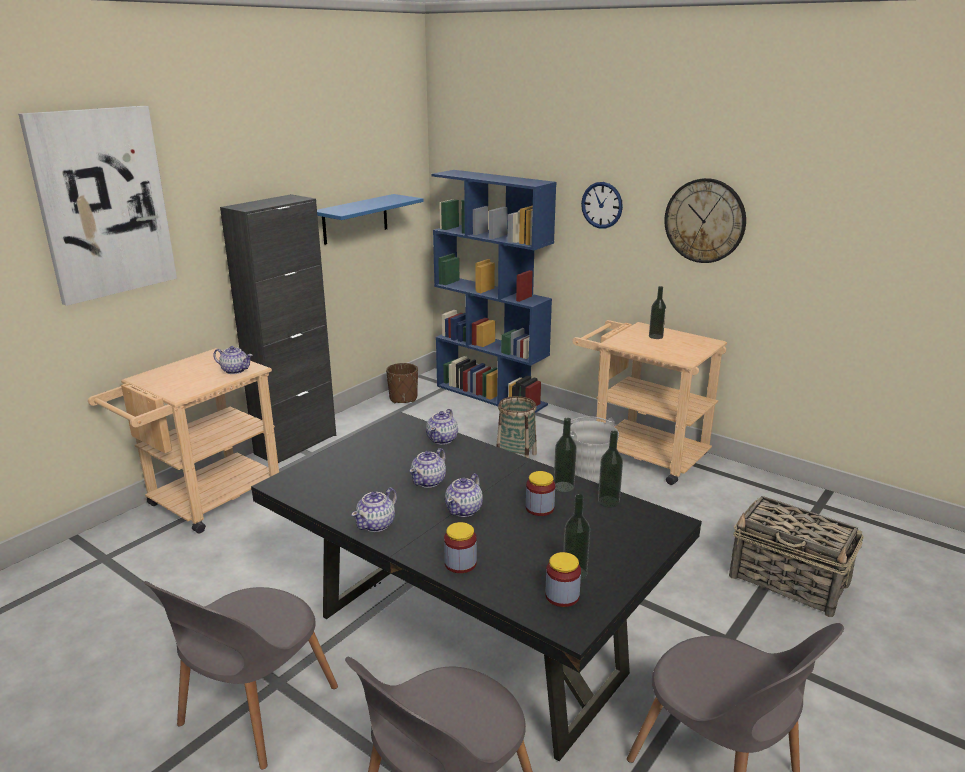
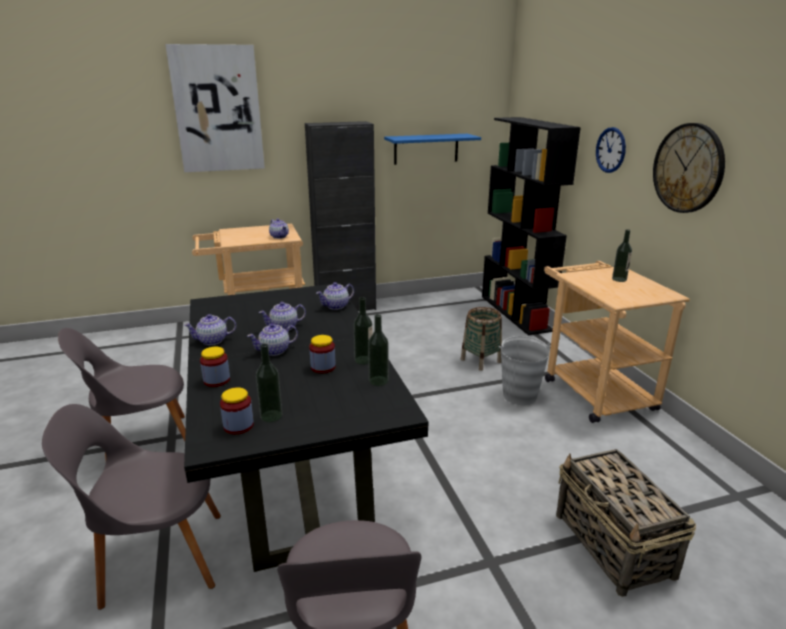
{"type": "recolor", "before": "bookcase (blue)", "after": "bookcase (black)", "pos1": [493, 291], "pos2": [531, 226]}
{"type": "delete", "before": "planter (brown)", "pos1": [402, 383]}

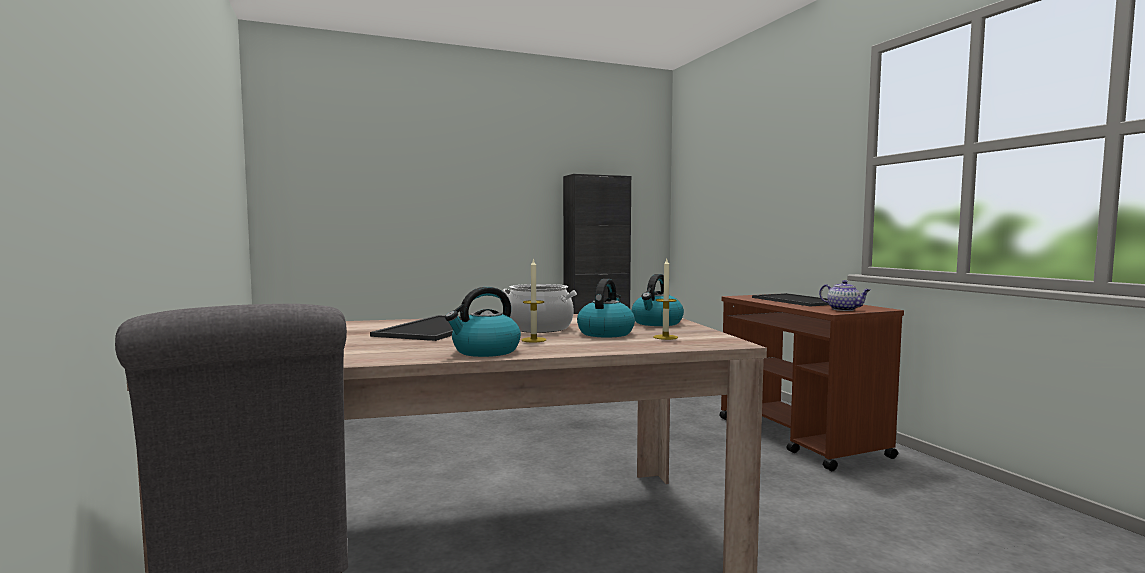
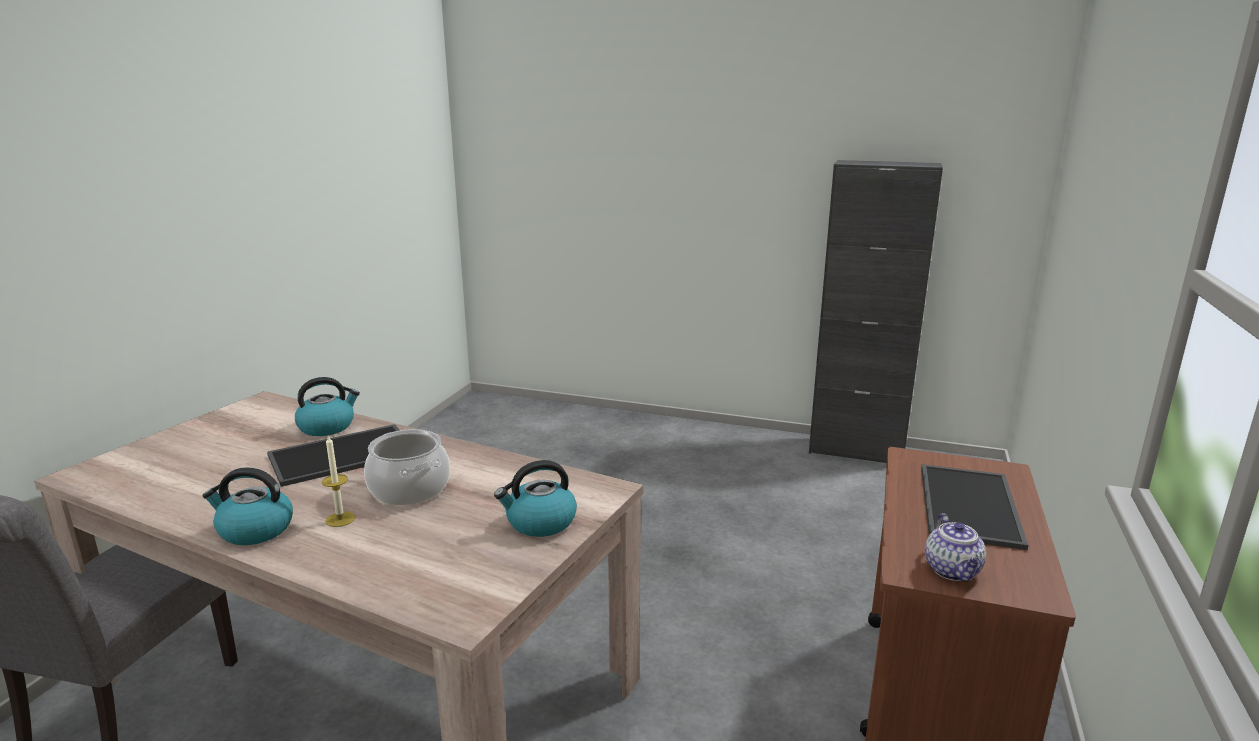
{"type": "delete", "before": "candle", "pos1": [665, 299]}
{"type": "move", "before": "kettle", "pos1": [606, 308], "pos2": [327, 406]}

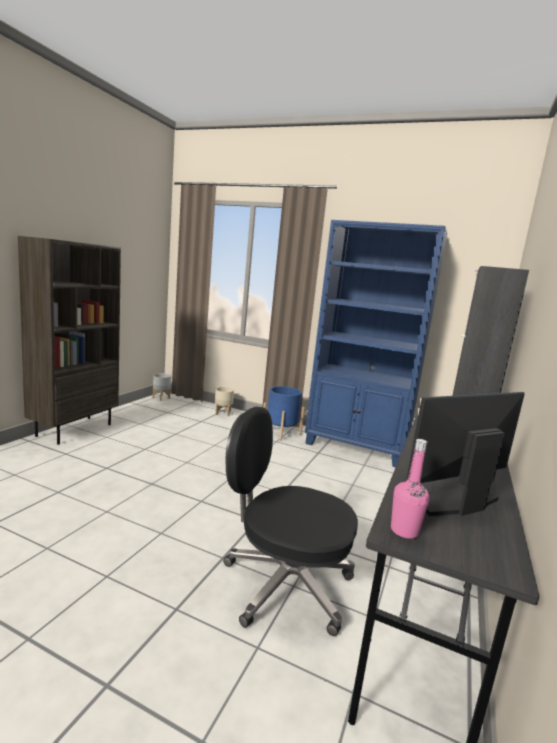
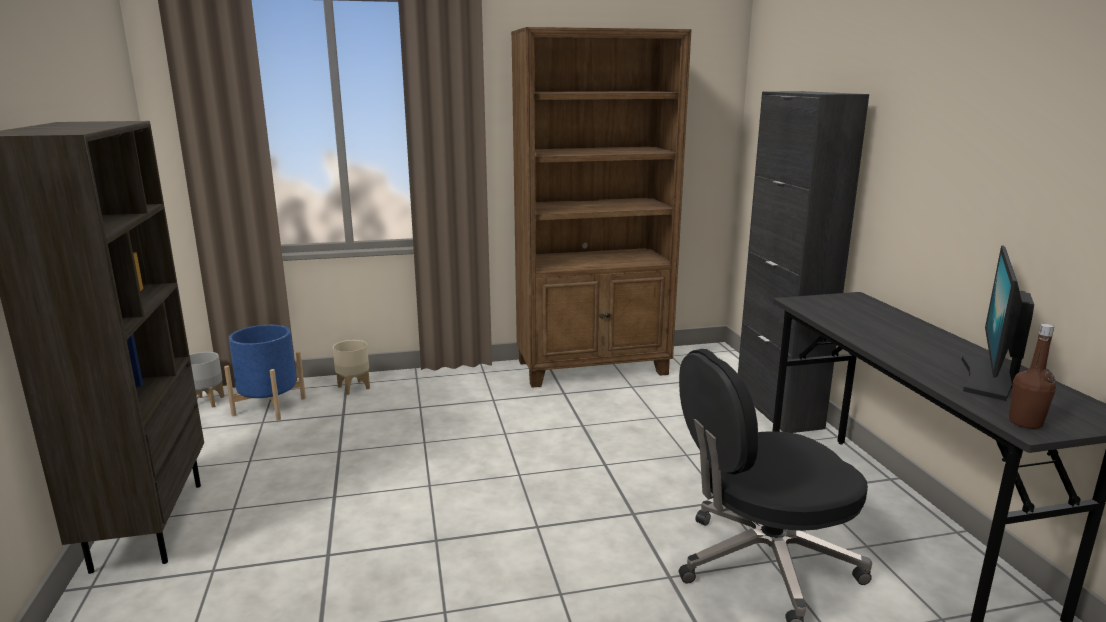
{"type": "recolor", "before": "bookcase (blue)", "after": "bookcase (brown)", "pos1": [376, 343], "pos2": [601, 207]}
{"type": "move", "before": "planter (blue)", "pos1": [284, 413], "pos2": [265, 372]}
{"type": "recolor", "before": "bottle (pink)", "after": "bottle (brown)", "pos1": [410, 489], "pos2": [1032, 376]}

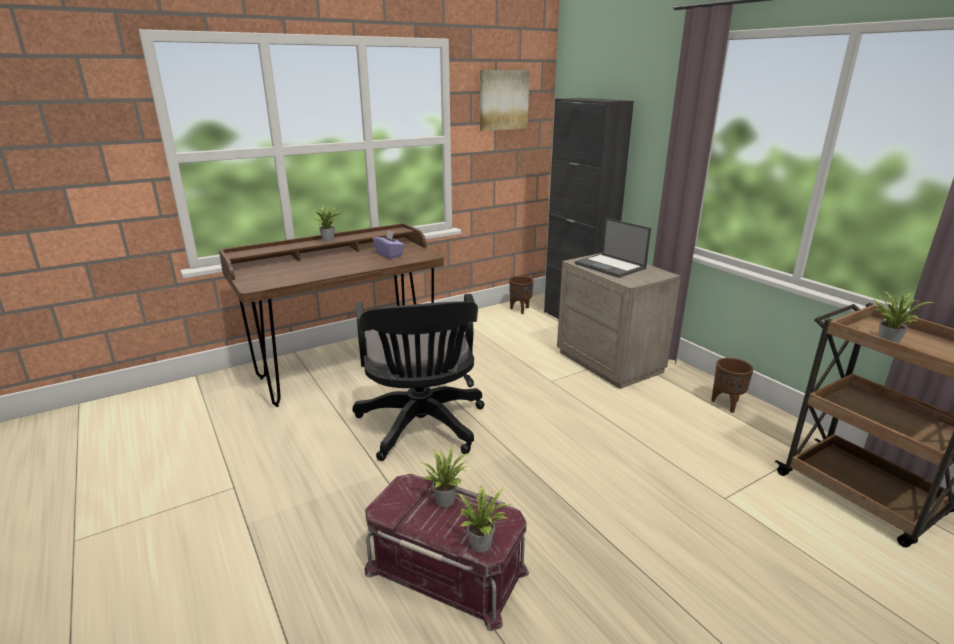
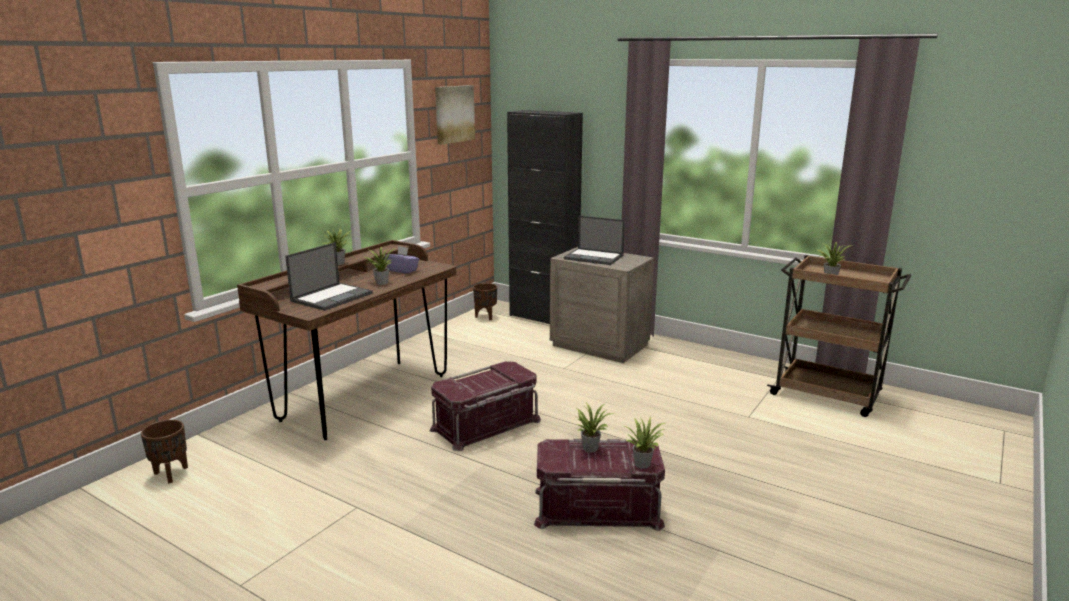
{"type": "replace", "before": "office chair (black)", "after": "storage box (red)", "pos1": [418, 377], "pos2": [485, 406]}
{"type": "move", "before": "planter (brown)", "pos1": [732, 385], "pos2": [164, 451]}
{"type": "insert", "after": "laptop", "pos2": [329, 276]}
{"type": "insert", "after": "potted plant", "pos2": [379, 265]}

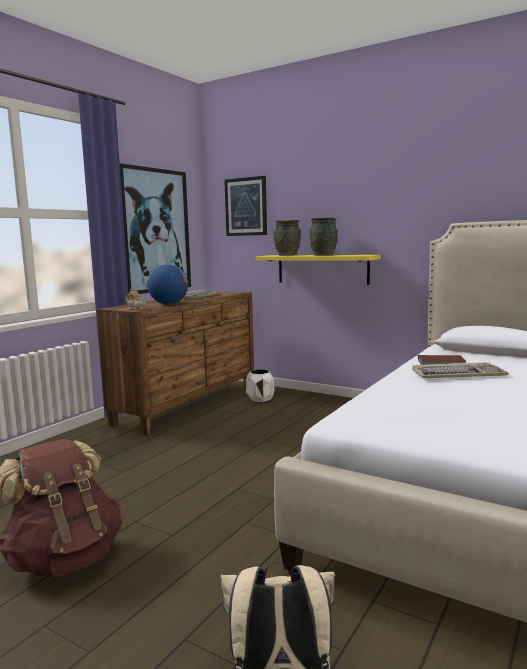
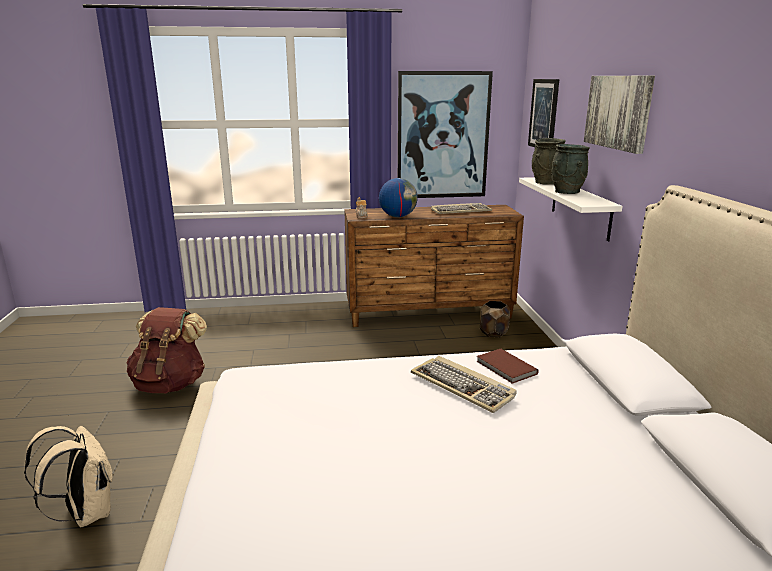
{"type": "recolor", "before": "shelf (yellow)", "after": "shelf (white)", "pos1": [318, 270], "pos2": [570, 209]}
{"type": "recolor", "before": "planter (white)", "after": "planter (brown)", "pos1": [260, 385], "pos2": [495, 319]}
{"type": "insert", "after": "picture", "pos2": [619, 115]}

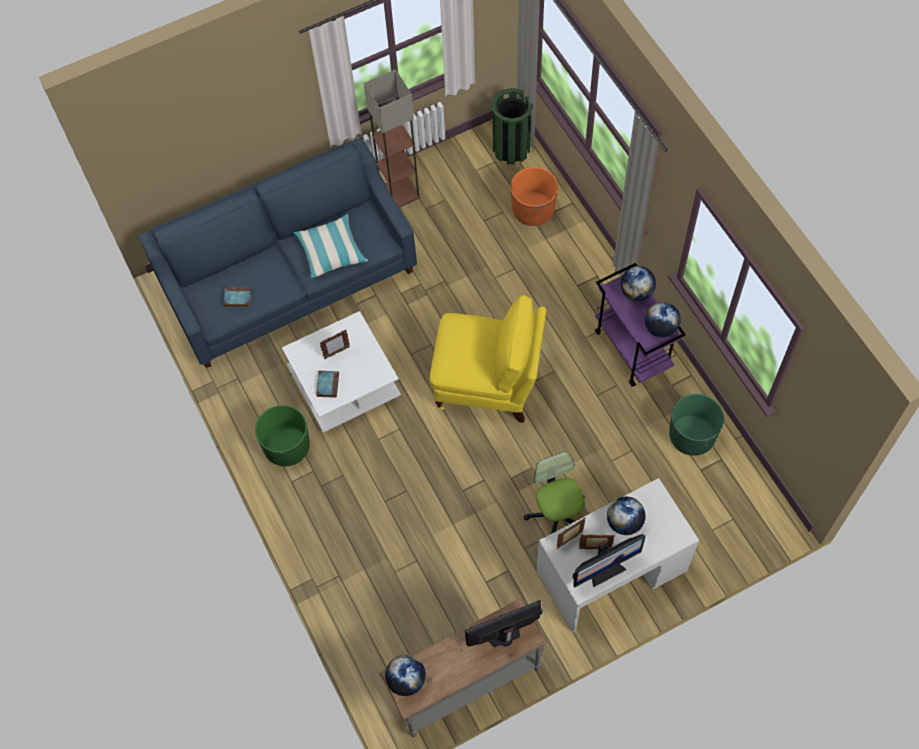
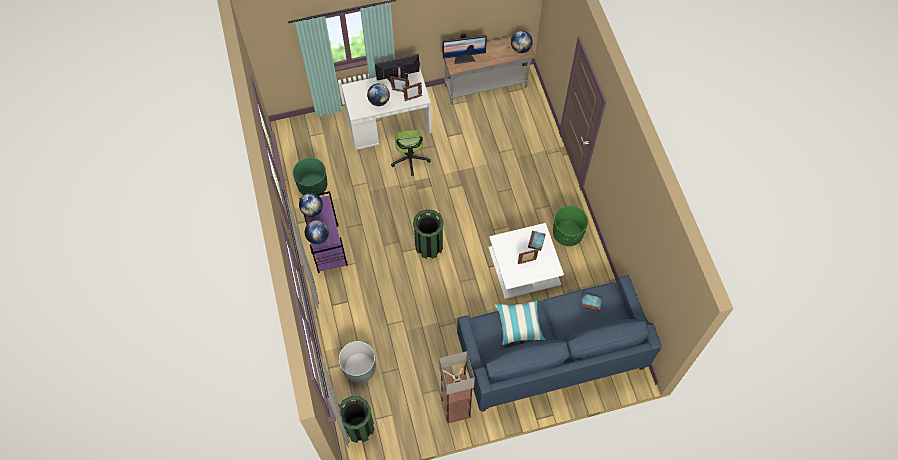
{"type": "recolor", "before": "planter (orange)", "after": "planter (grey)", "pos1": [534, 196], "pos2": [357, 362]}
{"type": "replace", "before": "chair (yellow)", "after": "trash can (green)", "pos1": [488, 359], "pos2": [428, 234]}

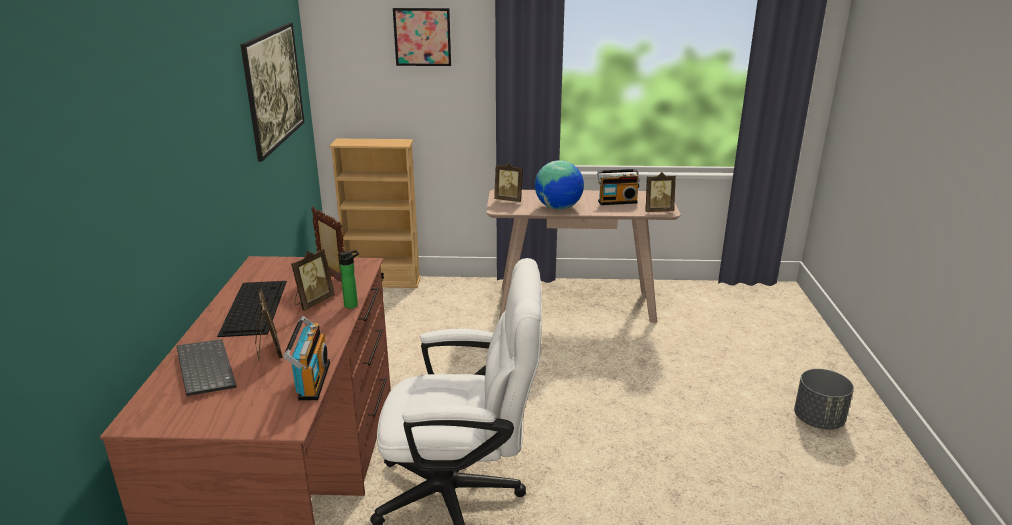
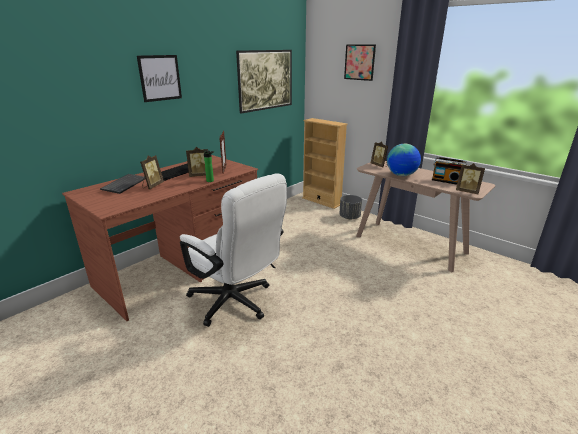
{"type": "delete", "before": "radio", "pos1": [306, 358]}
{"type": "move", "before": "planter (grey)", "pos1": [824, 399], "pos2": [350, 207]}
{"type": "insert", "after": "picture", "pos2": [159, 78]}

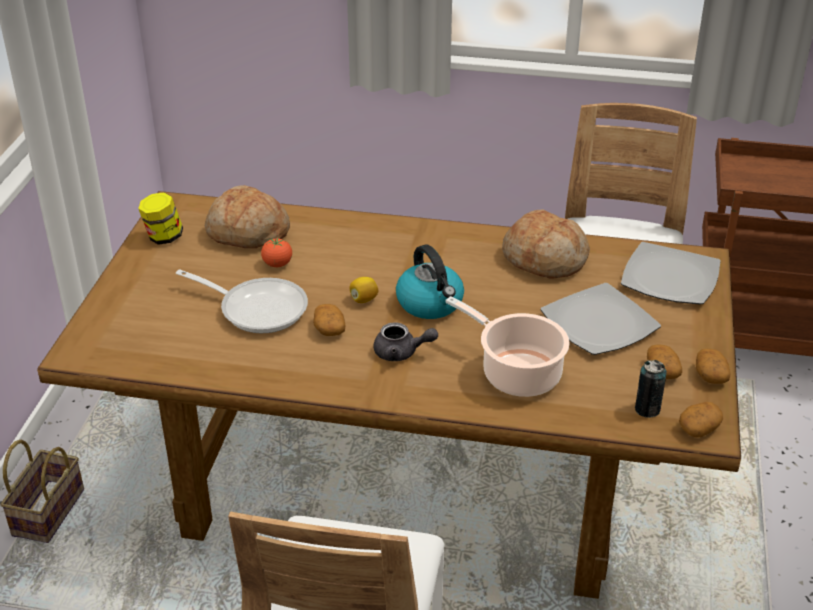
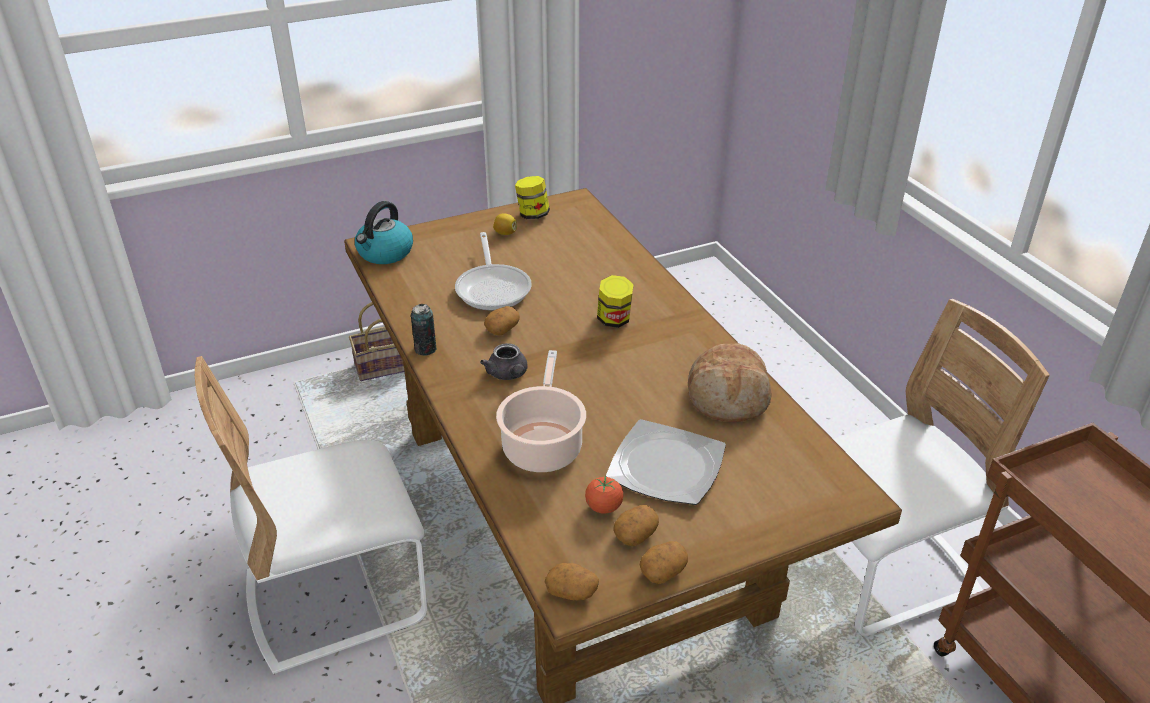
{"type": "delete", "before": "bread", "pos1": [247, 216]}
{"type": "move", "before": "tomato", "pos1": [276, 252], "pos2": [604, 495]}
{"type": "delete", "before": "plate", "pos1": [671, 273]}
{"type": "move", "before": "kettle", "pos1": [430, 281], "pos2": [384, 232]}
{"type": "move", "before": "lemon", "pos1": [364, 290], "pos2": [505, 224]}
{"type": "move", "before": "can", "pos1": [651, 389], "pos2": [424, 330]}
{"type": "insert", "after": "jar", "pos2": [615, 301]}

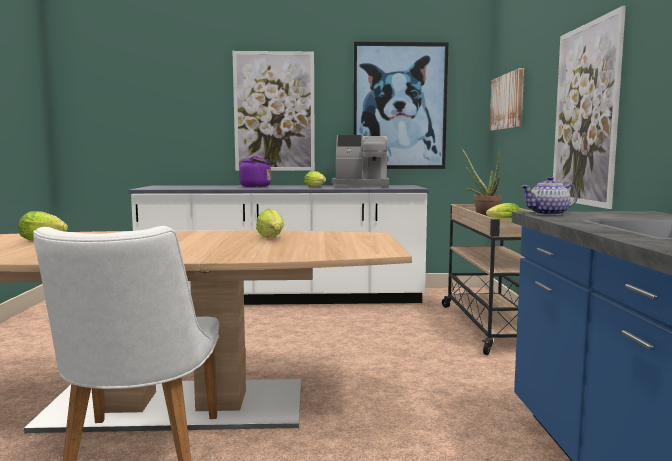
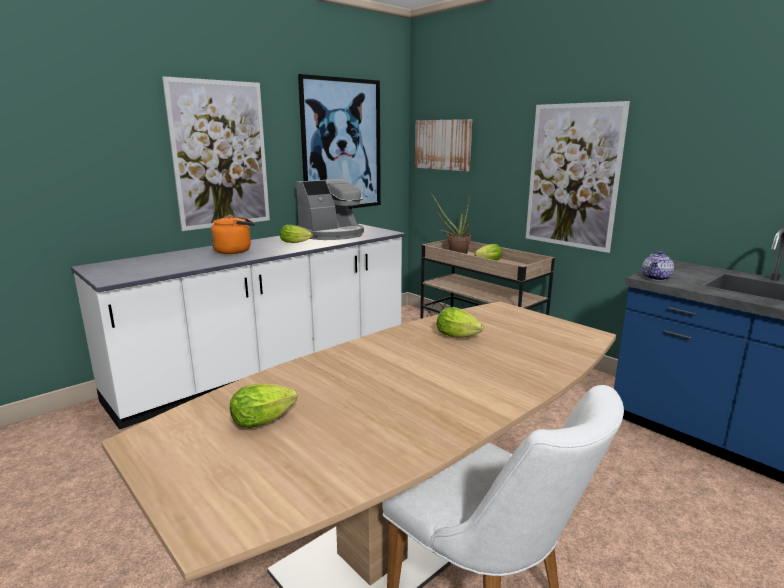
{"type": "recolor", "before": "kettle (purple)", "after": "kettle (orange)", "pos1": [257, 171], "pos2": [233, 234]}

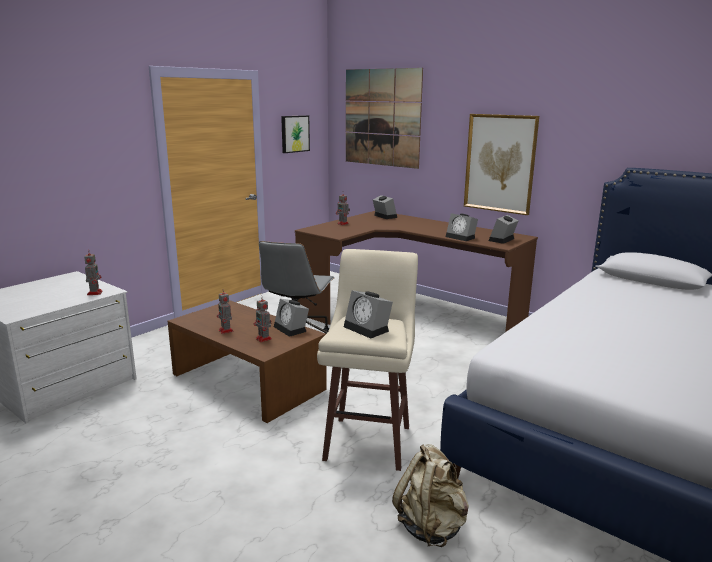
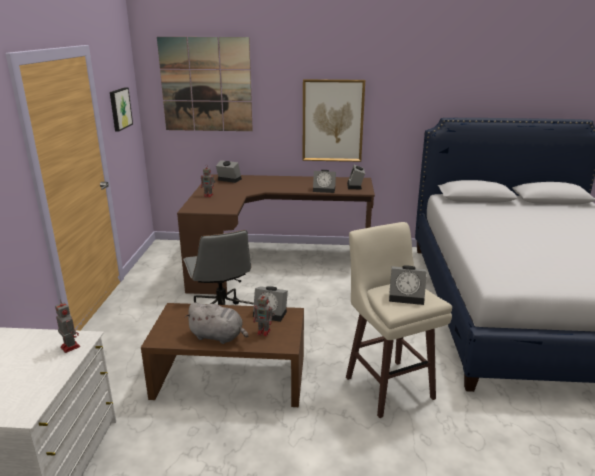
{"type": "replace", "before": "toy robot", "after": "plush toy (grey)", "pos1": [225, 311], "pos2": [216, 323]}
{"type": "delete", "before": "backpack (beige)", "pos1": [430, 495]}

